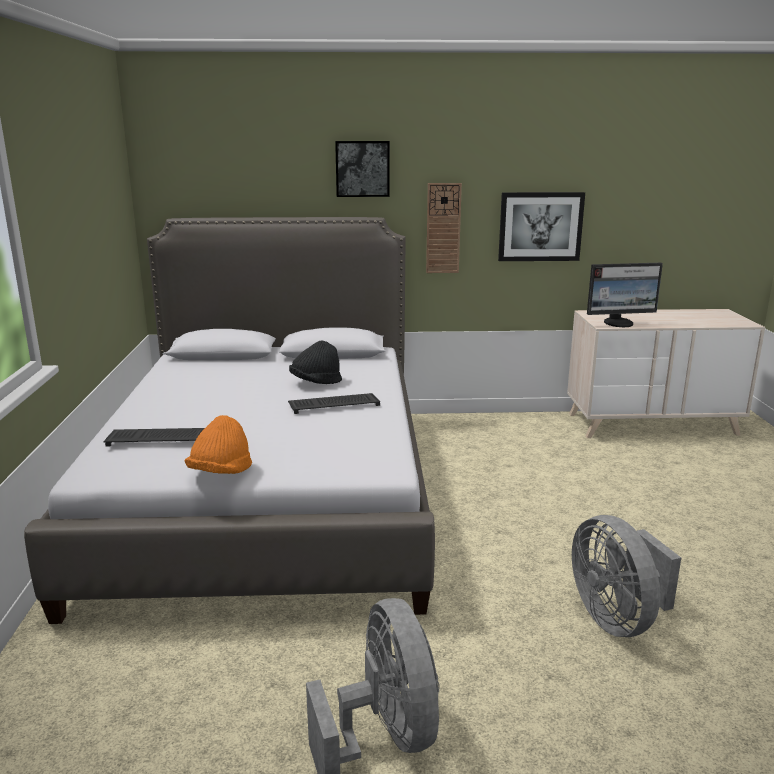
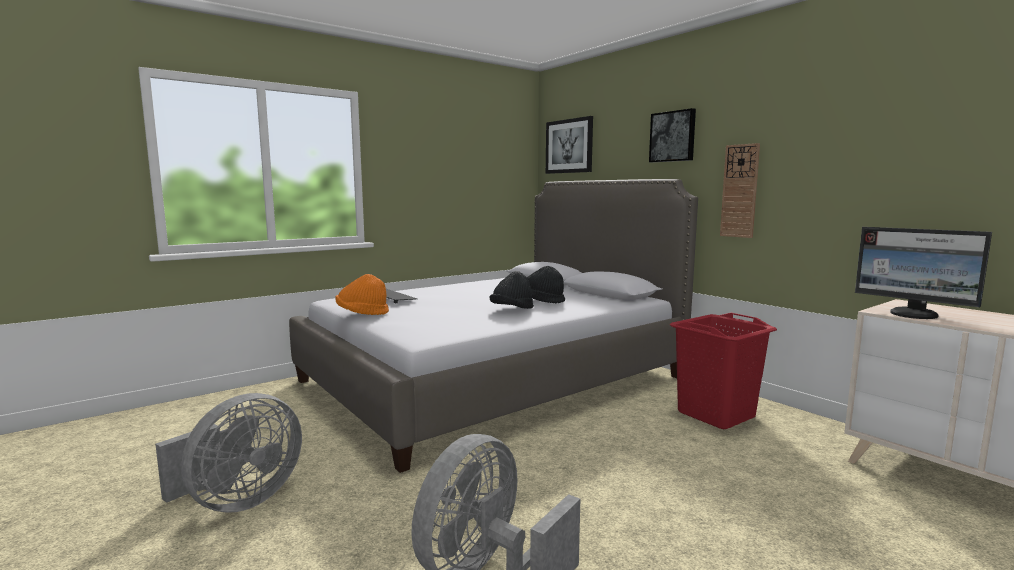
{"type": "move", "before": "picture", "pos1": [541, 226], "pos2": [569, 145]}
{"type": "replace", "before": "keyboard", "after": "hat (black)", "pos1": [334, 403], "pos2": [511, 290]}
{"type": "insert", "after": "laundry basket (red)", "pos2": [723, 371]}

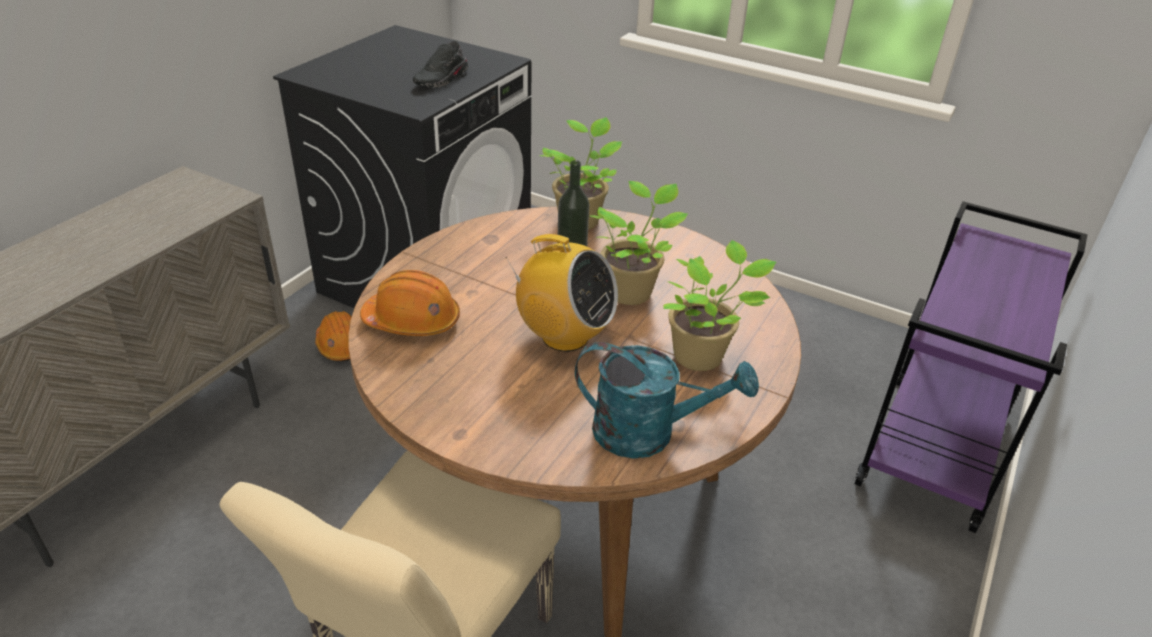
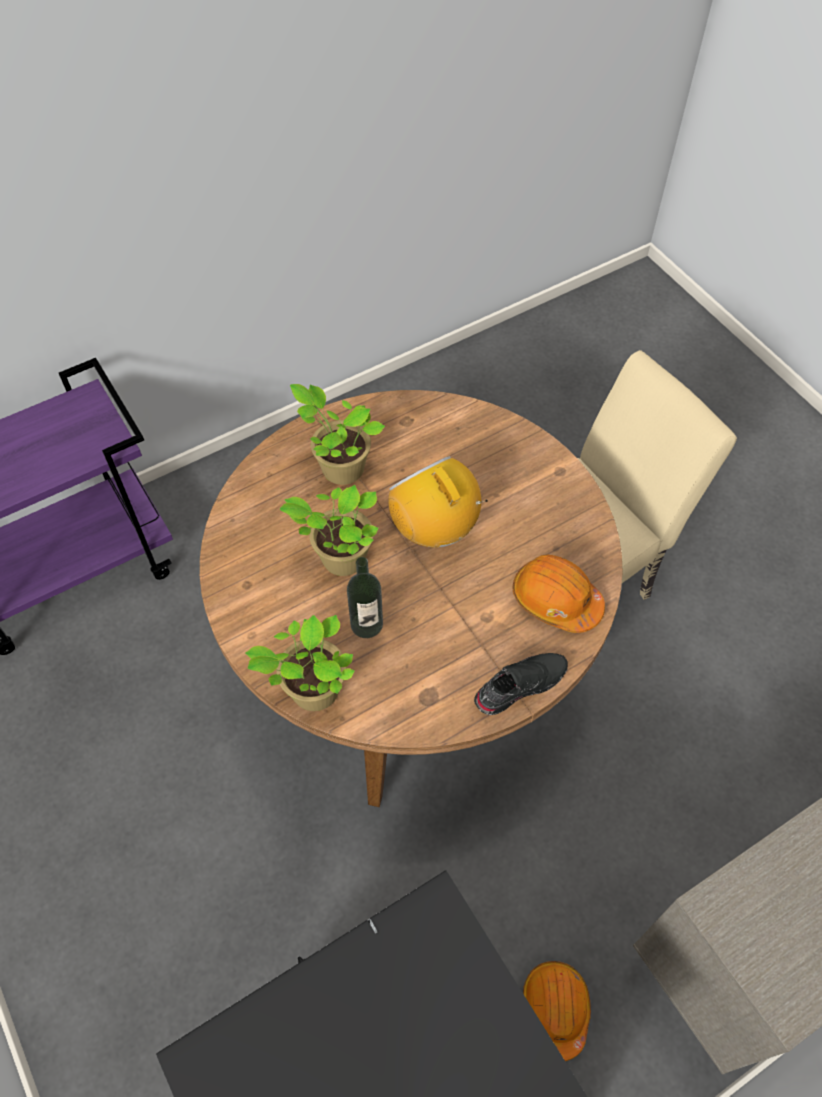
{"type": "move", "before": "shoe (black)", "pos1": [441, 64], "pos2": [521, 684]}
{"type": "delete", "before": "watering can (turquoise)", "pos1": [667, 400]}

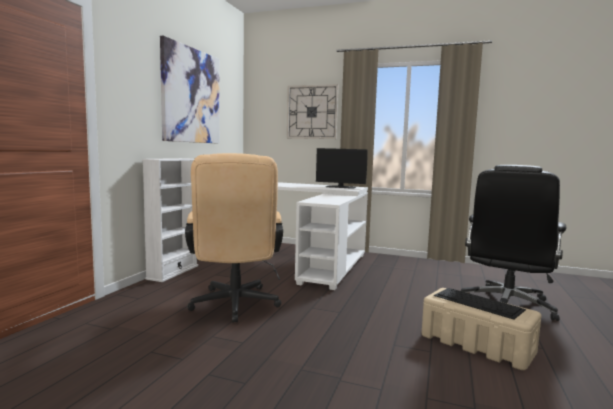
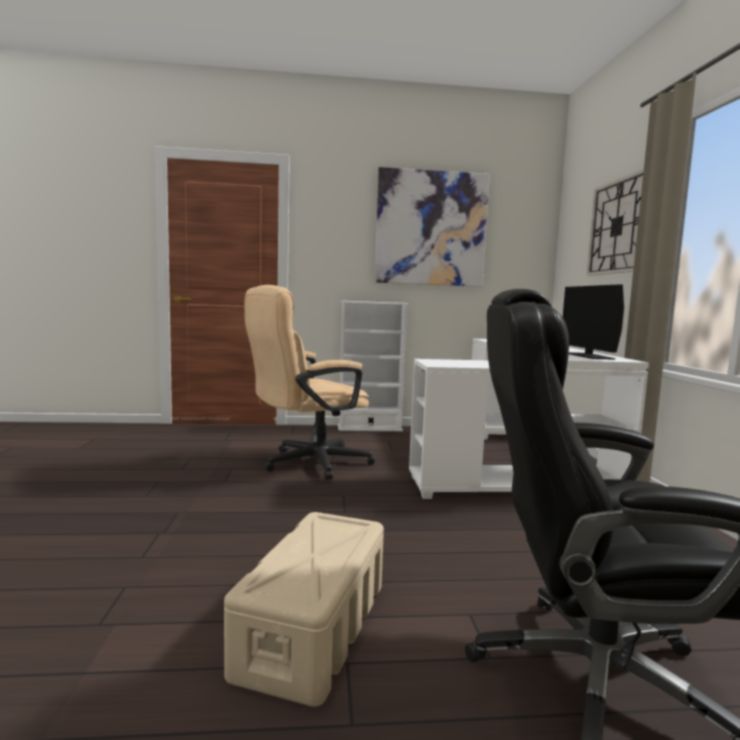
{"type": "delete", "before": "keyboard", "pos1": [480, 304]}

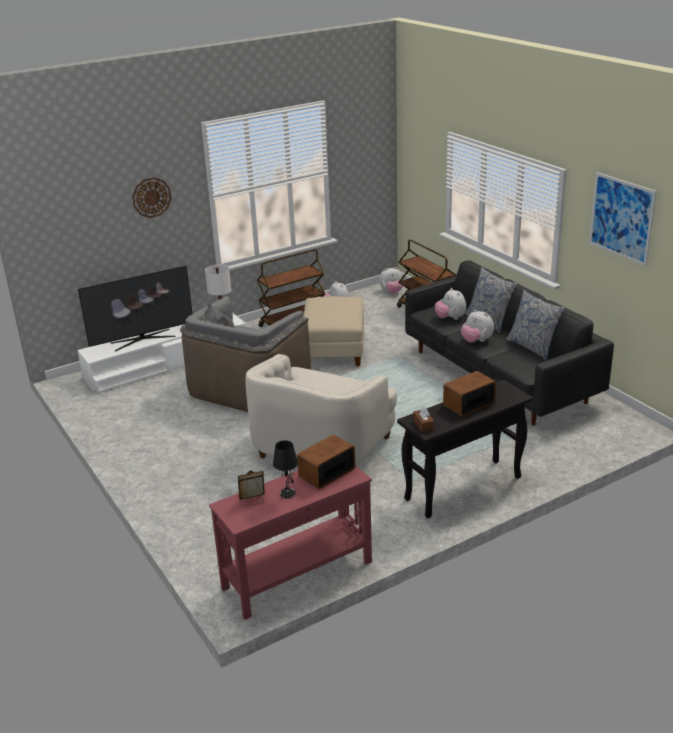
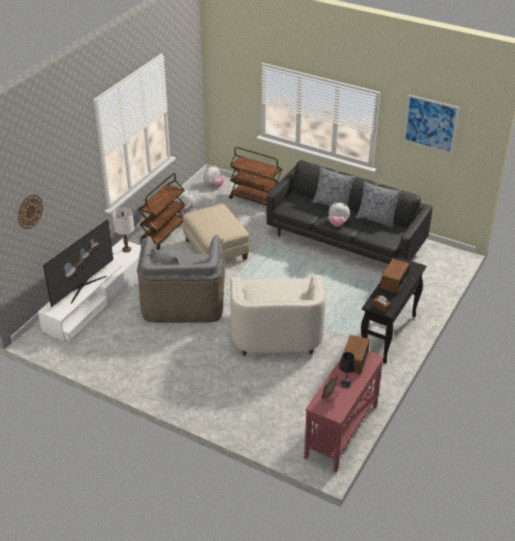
{"type": "move", "before": "wall clock", "pos1": [151, 197], "pos2": [30, 212]}
{"type": "delete", "before": "plush toy", "pos1": [450, 304]}

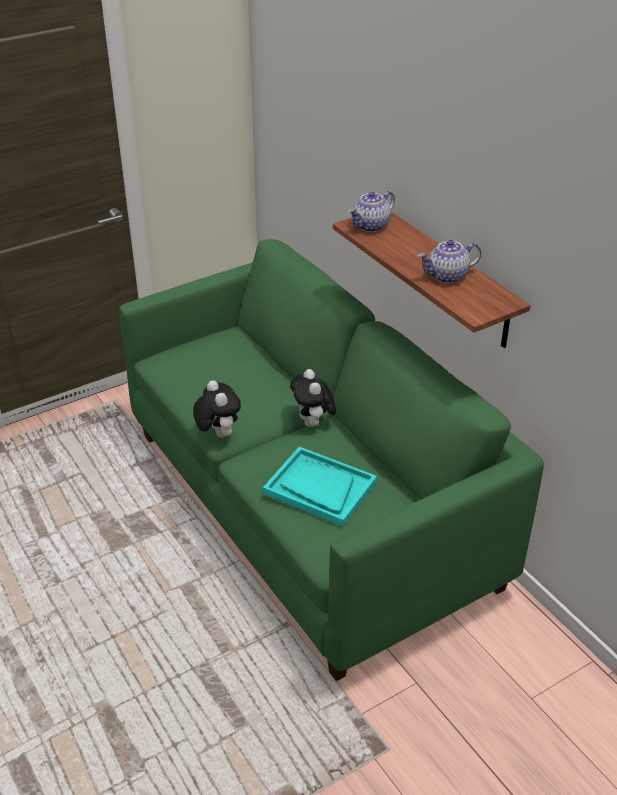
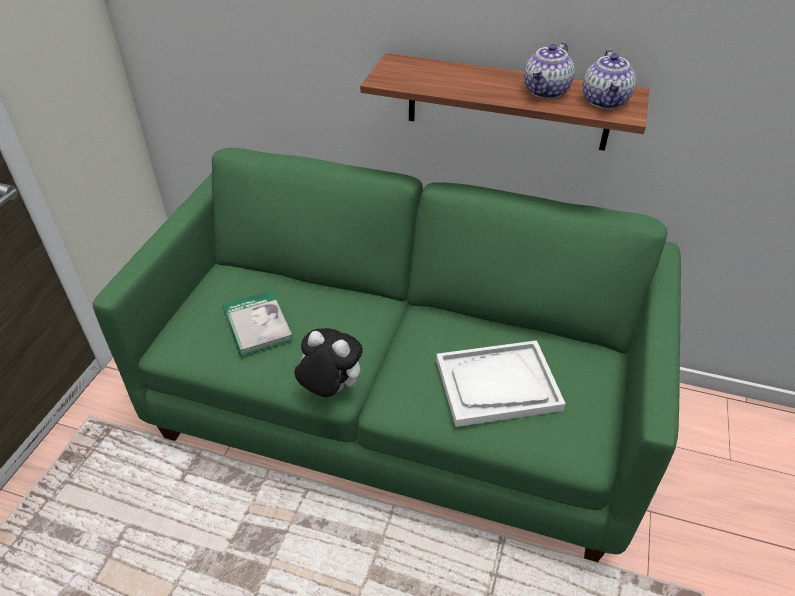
{"type": "move", "before": "teapot", "pos1": [371, 211], "pos2": [609, 79]}
{"type": "delete", "before": "plush toy", "pos1": [313, 398]}
{"type": "recolor", "before": "tray (turquoise)", "after": "tray (white)", "pos1": [320, 487], "pos2": [501, 383]}
{"type": "insert", "after": "book", "pos2": [258, 323]}

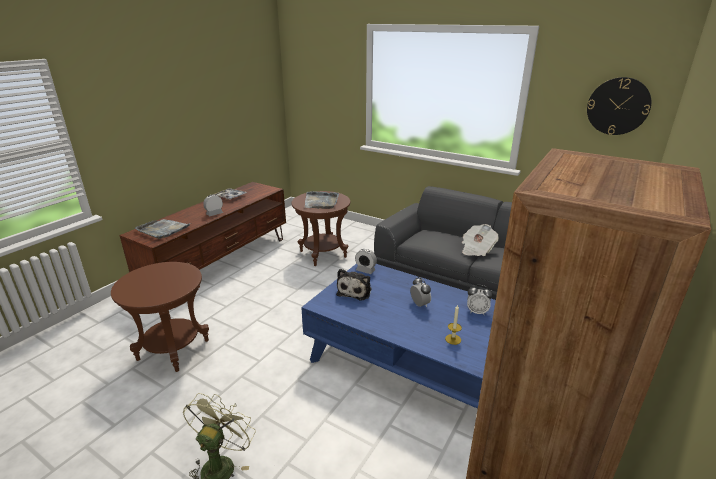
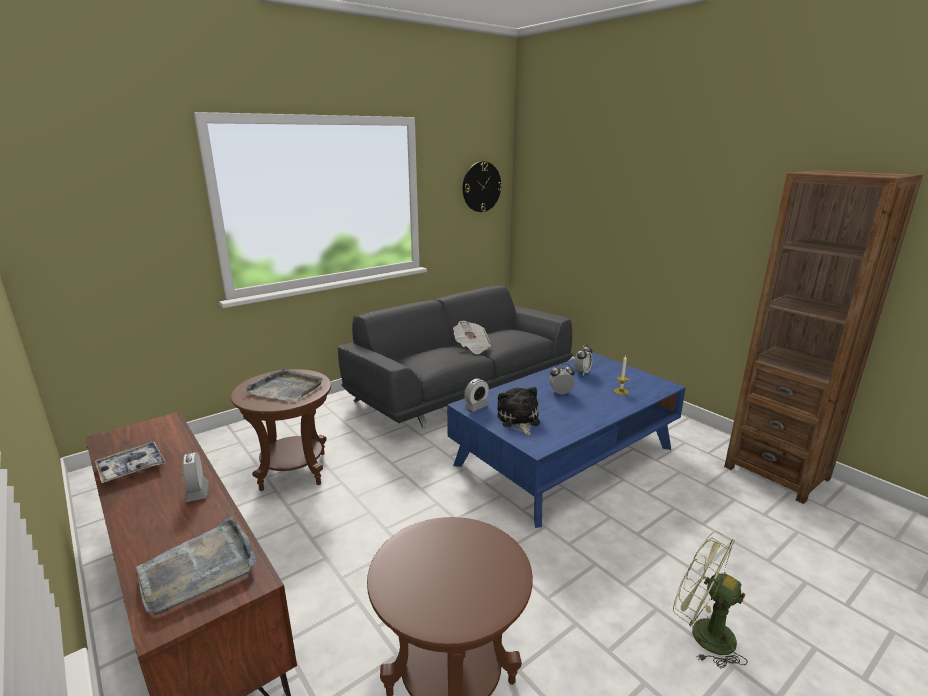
{"type": "rotate", "before": "plush toy", "pos1": [354, 284], "pos2": [518, 411], "turn": -135}

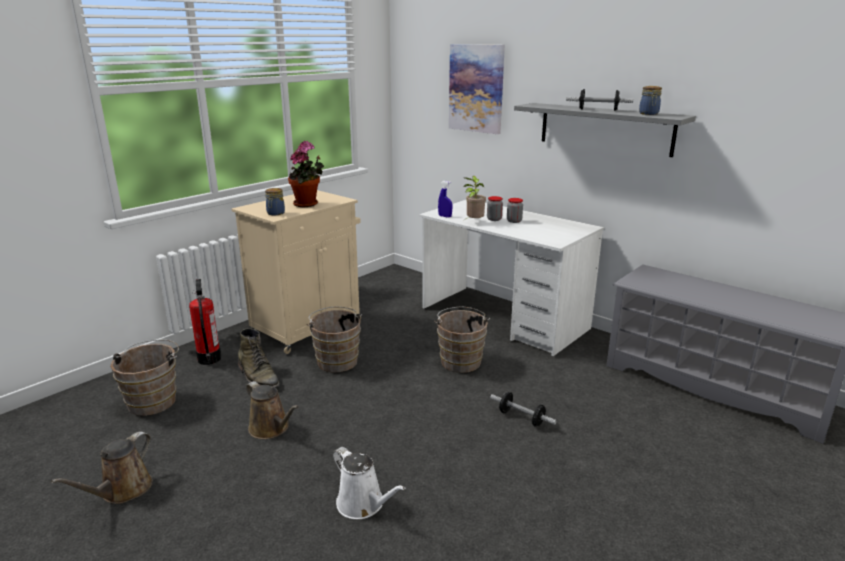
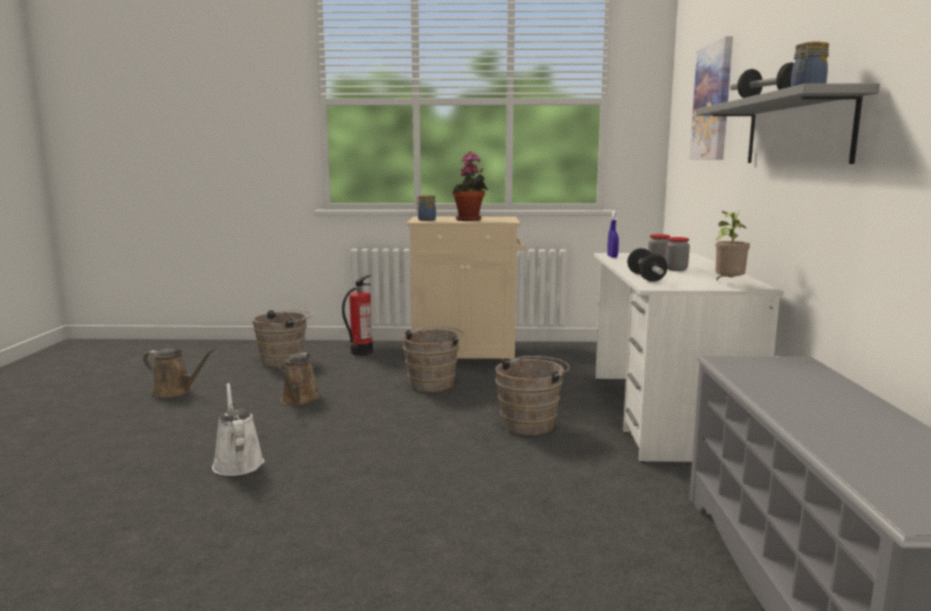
{"type": "move", "before": "potted plant", "pos1": [474, 197], "pos2": [732, 245]}
{"type": "delete", "before": "boot (green)", "pos1": [259, 357]}
{"type": "move", "before": "dumbbell", "pos1": [523, 409], "pos2": [647, 265]}
{"type": "rotate", "before": "watering can (brown)", "pos1": [102, 467], "pos2": [179, 373], "turn": -150}
{"type": "rotate", "before": "watering can (white)", "pos1": [369, 483], "pos2": [238, 429], "turn": 150}

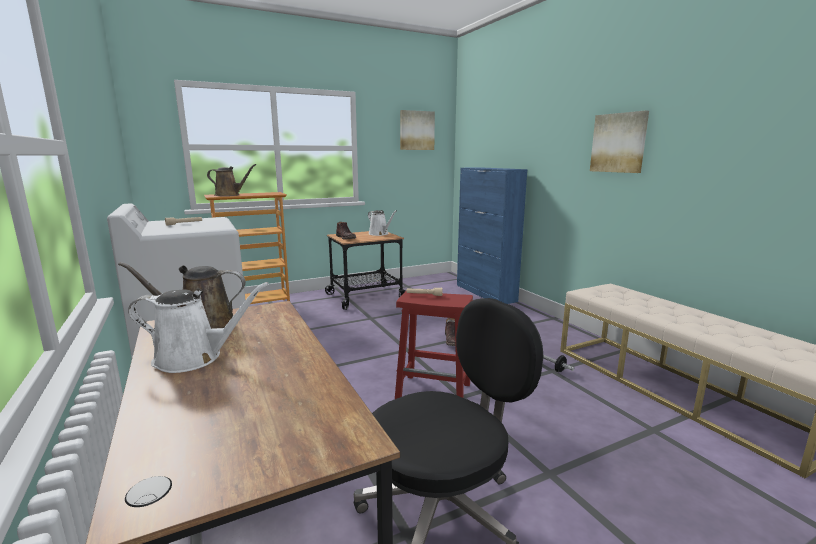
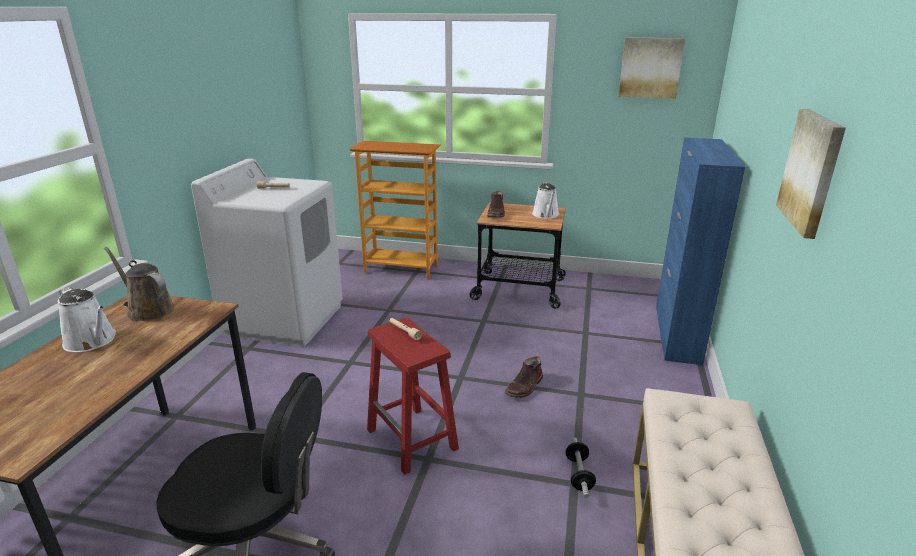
{"type": "delete", "before": "watering can (brown)", "pos1": [231, 180]}

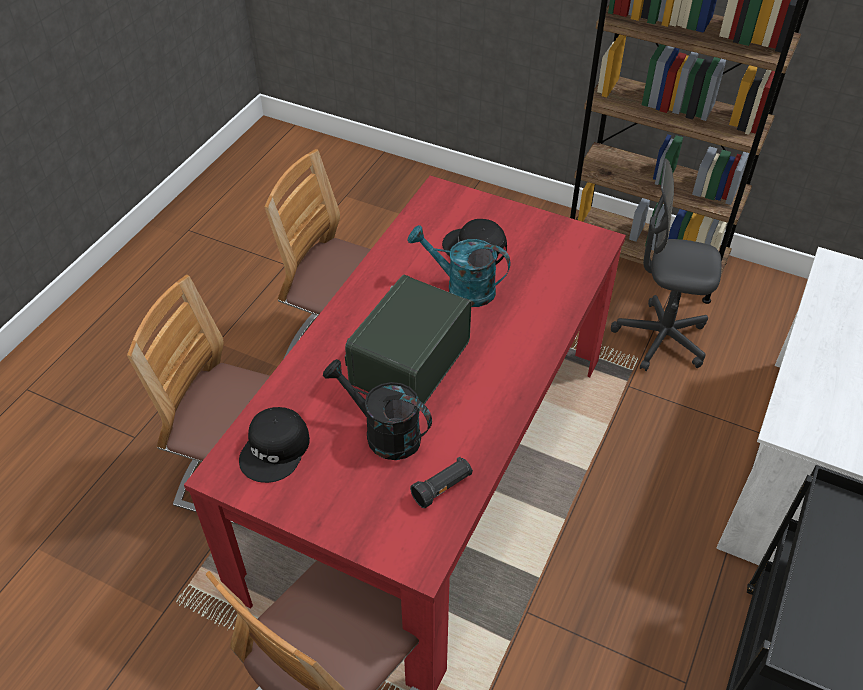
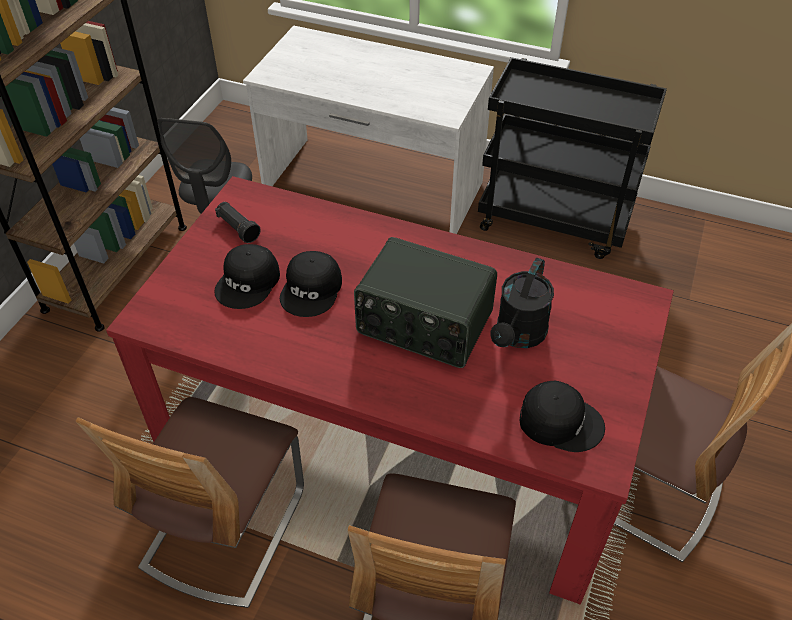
{"type": "replace", "before": "watering can (turquoise)", "after": "cap (black)", "pos1": [459, 266], "pos2": [311, 284]}
{"type": "move", "before": "flashlight (black)", "pos1": [441, 482], "pos2": [238, 222]}

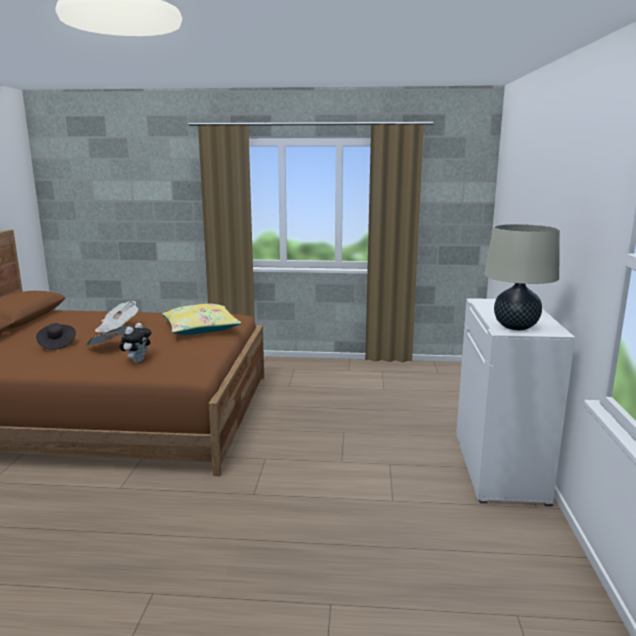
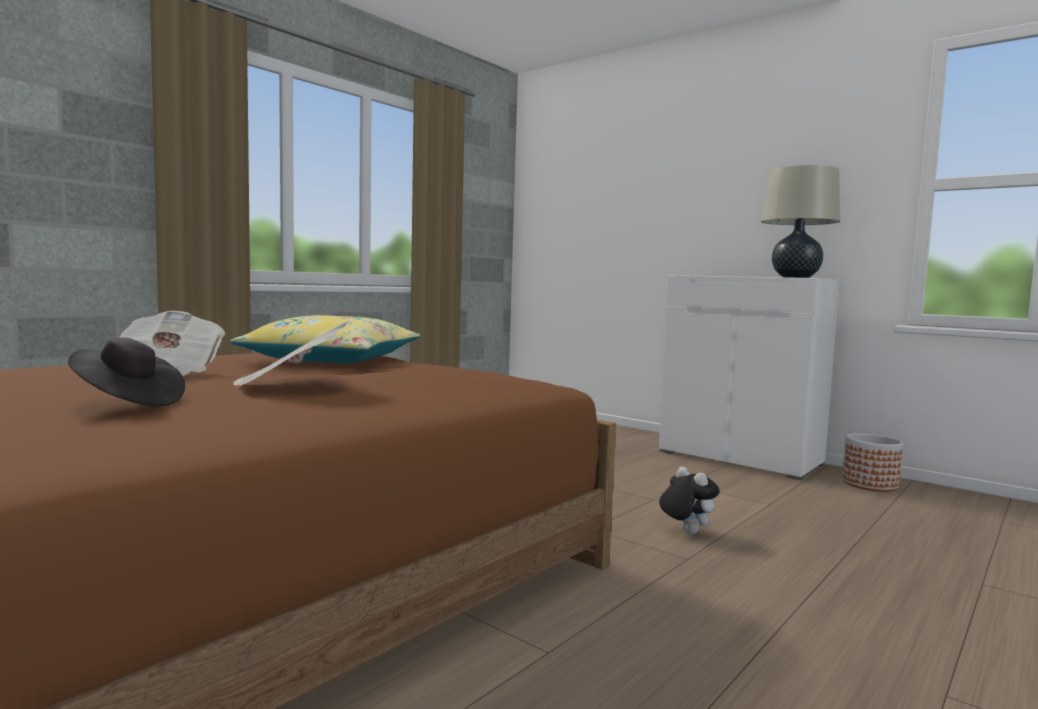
{"type": "move", "before": "plush toy", "pos1": [135, 343], "pos2": [689, 500]}
{"type": "insert", "after": "planter", "pos2": [872, 462]}

